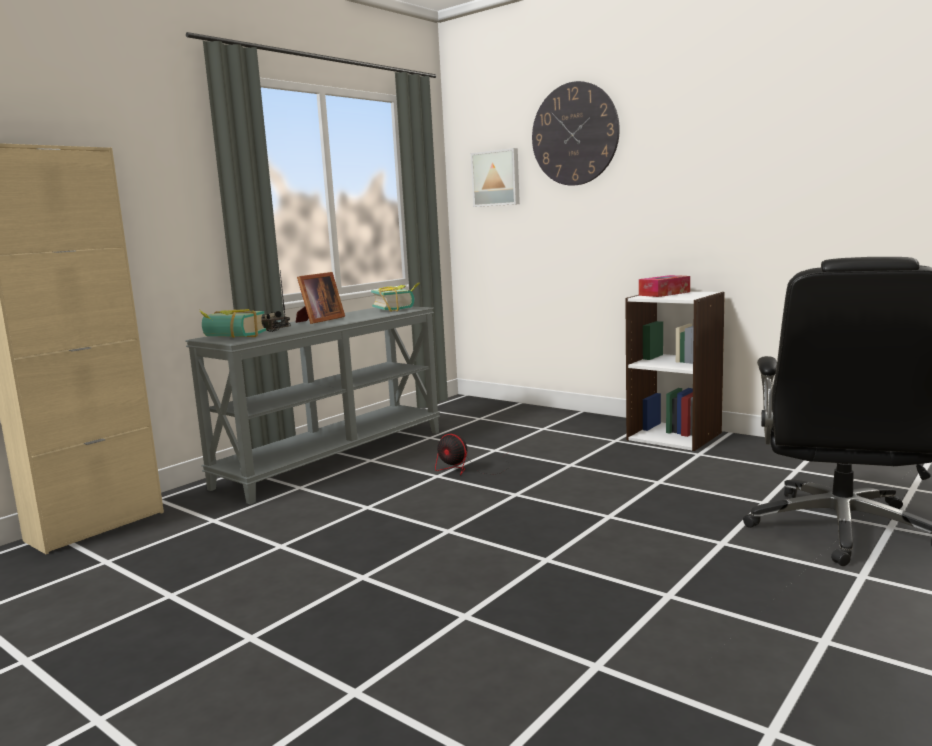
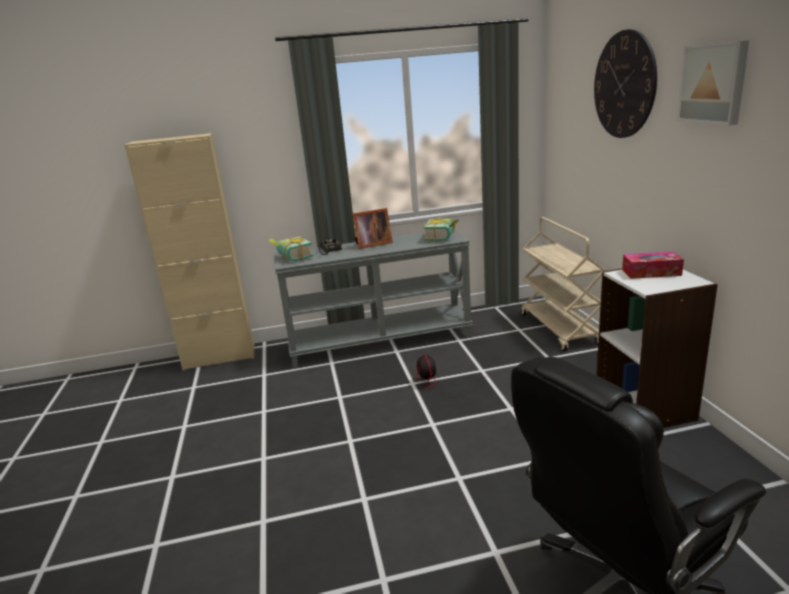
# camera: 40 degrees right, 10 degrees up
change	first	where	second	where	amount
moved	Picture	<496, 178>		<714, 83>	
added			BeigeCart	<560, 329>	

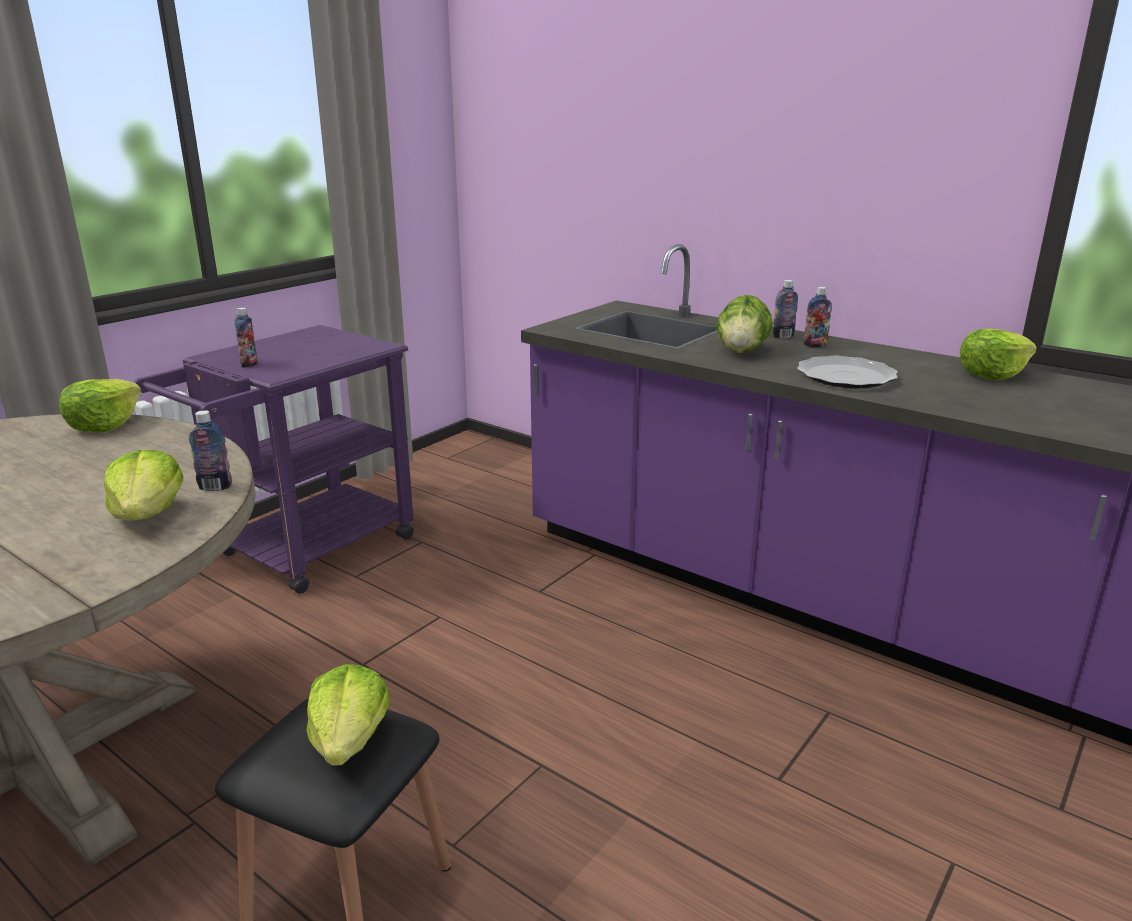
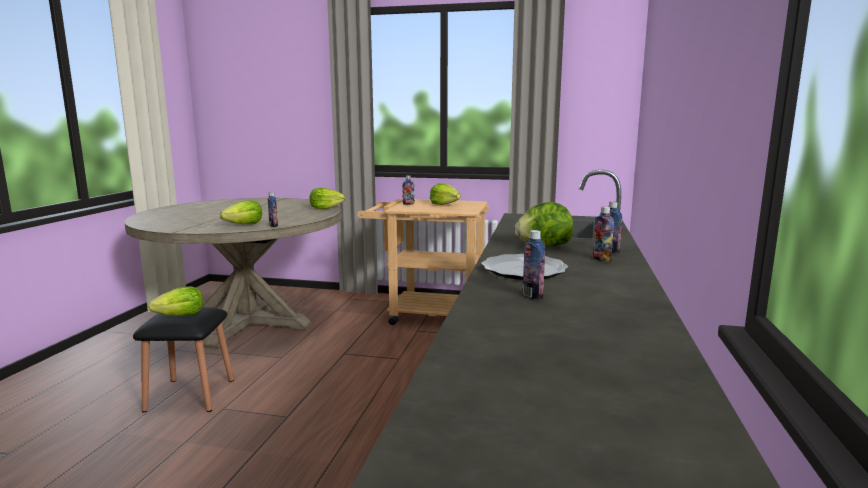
# camera: 65 degrees right, 10 degrees down
change	first	where	second	where	amount
recoloured	PurpleCart	<304, 552>	BeigeCart	<427, 315>	
moved	Lettuce	<992, 374>		<444, 204>	
added			Bottle	<532, 295>	

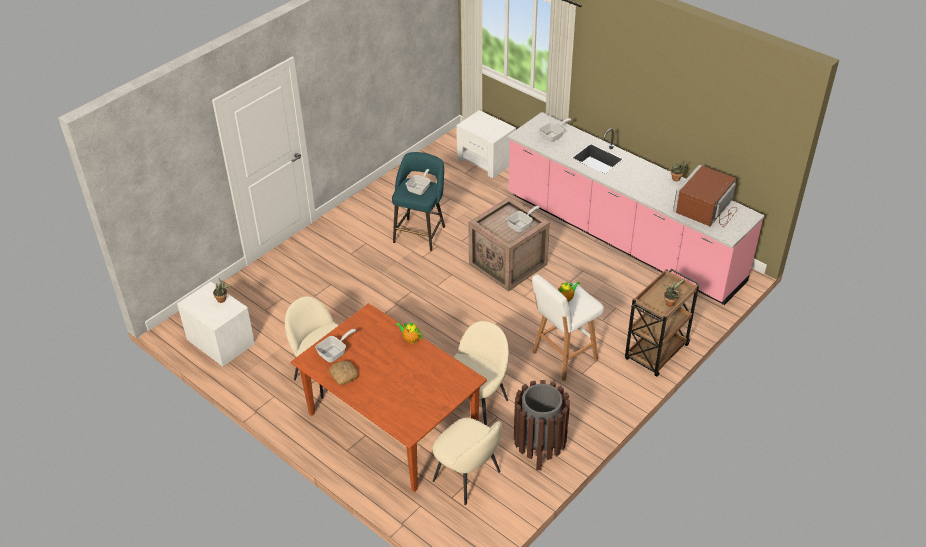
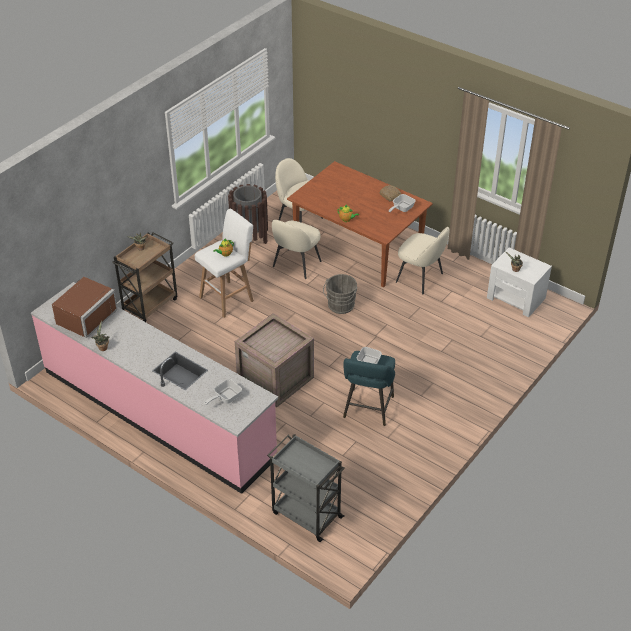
# camera: 175 degrees right, 0 degrees up
change	first	where	second	where	amount
replaced	WhiteNightstand	<486, 161>	GreyCart	<306, 514>	
removed	FryingPan	<522, 225>			
added			GreyBucket	<340, 306>	

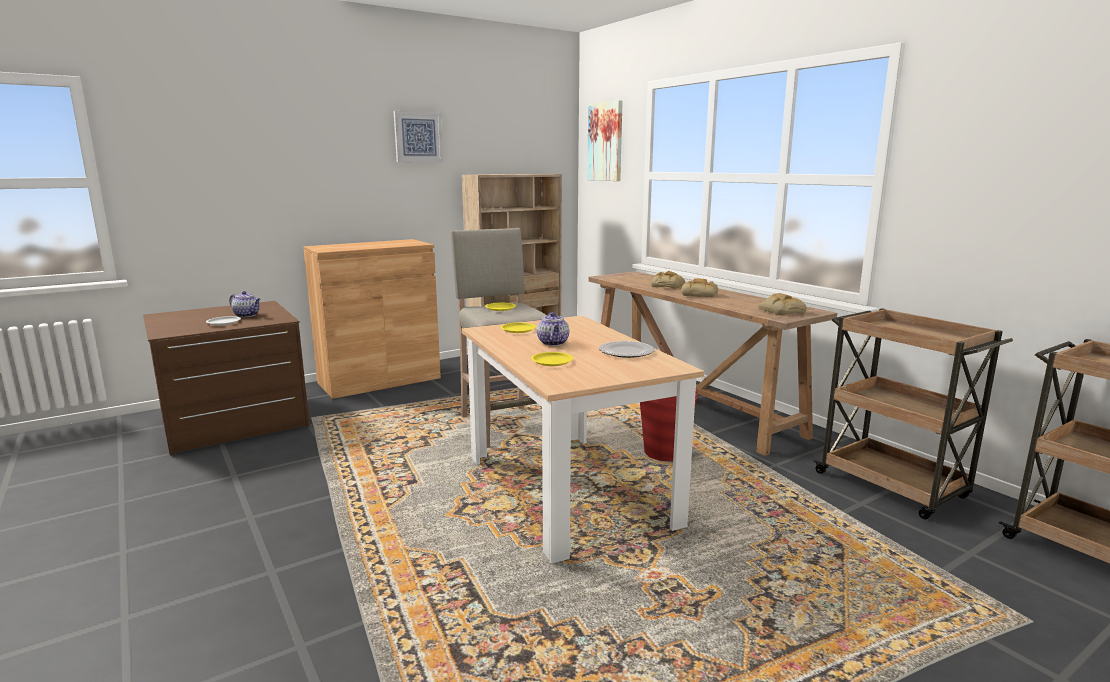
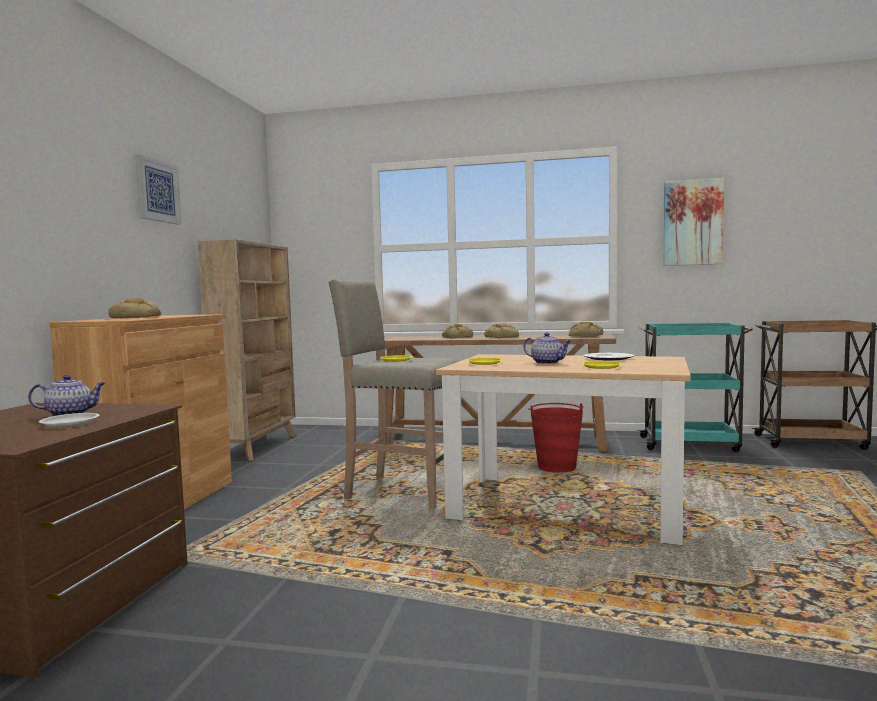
# camera: 45 degrees left, 10 degrees down
change	first	where	second	where	amount
moved	Picture	<605, 142>		<692, 222>	
recoloured	BrownCart	<893, 486>	TurquoiseCart	<690, 444>	
added			Bread	<137, 317>	

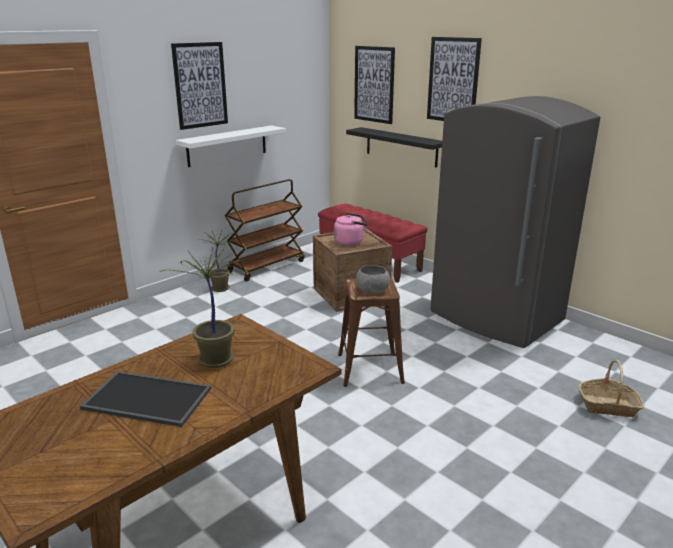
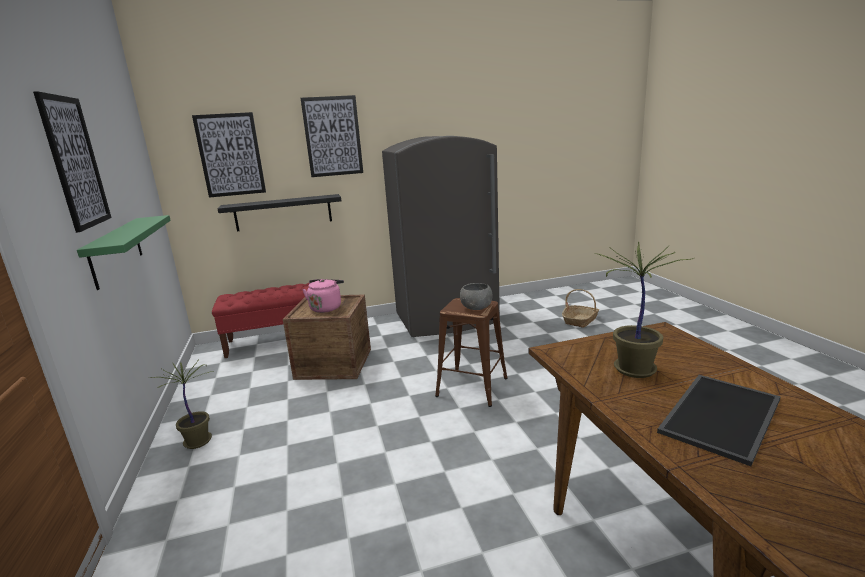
# camera: 60 degrees left, 5 degrees down
change	first	where	second	where	amount
recoloured	WhiteShelf	<227, 145>	GreenShelf	<116, 251>	
removed	BrownCart	<266, 266>			

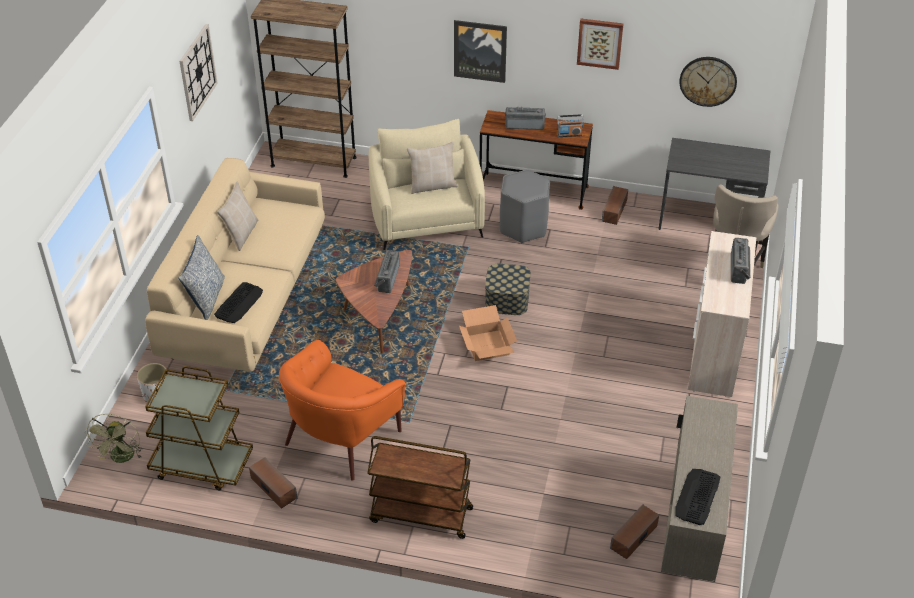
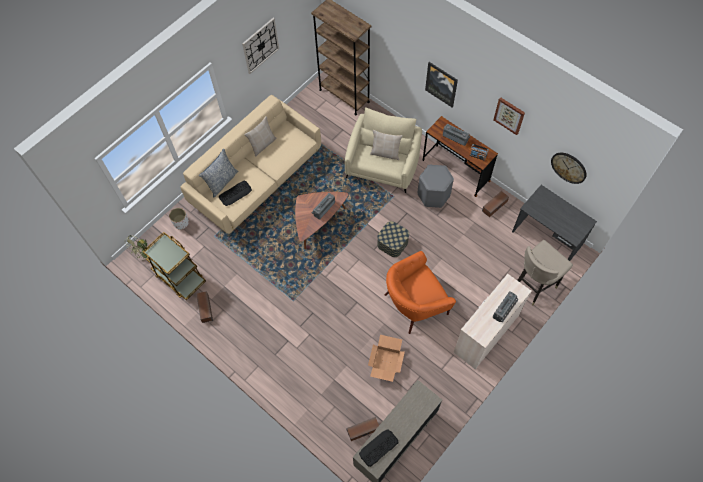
# camera: 30 degrees right, 20 degrees up
change	first	where	second	where	amount
moved	OrangeArmchair	<341, 437>		<415, 303>	
removed	BrownCart	<420, 515>			
moved	CardboardBox	<488, 345>		<386, 362>	

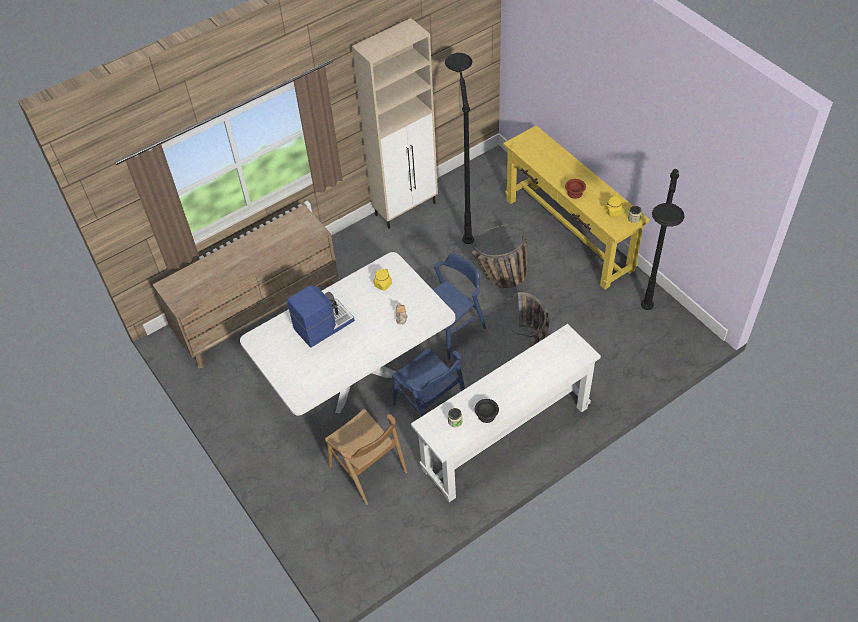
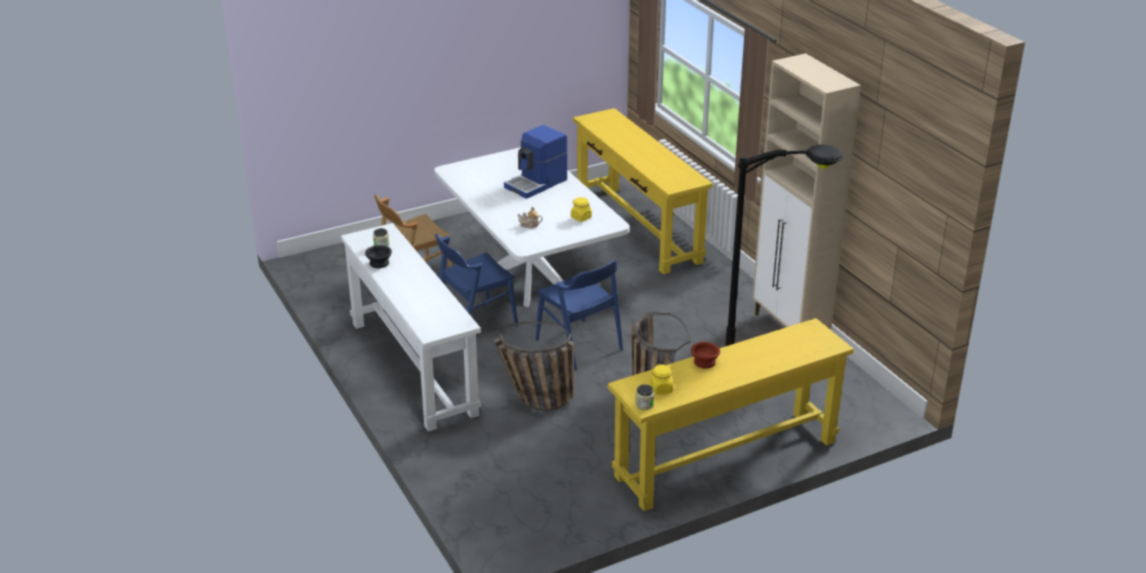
# camera: 95 degrees right, 20 degrees down
change	first	where	second	where	amount
replaced	BrownDresser	<259, 313>	YellowConsoleTable	<637, 228>	
turned	CoffeeMachine	<323, 324>		<537, 184>	75 degrees clockwise
removed	BlackFloorLamp	<641, 336>			

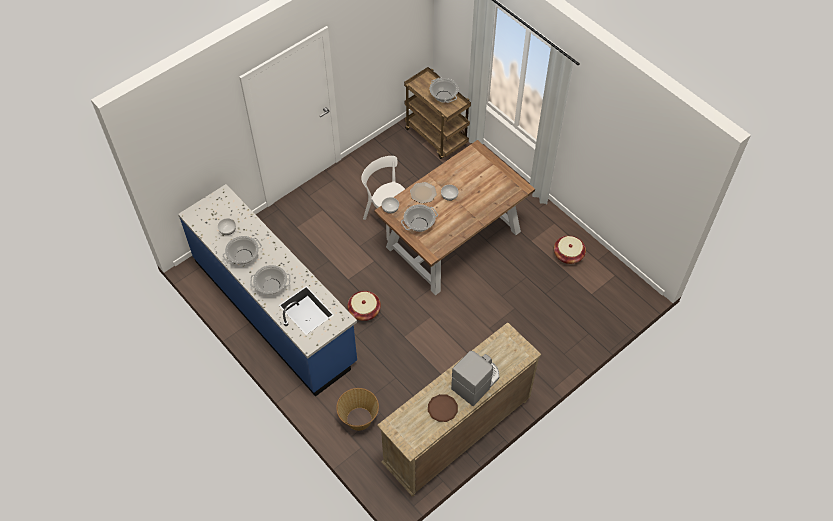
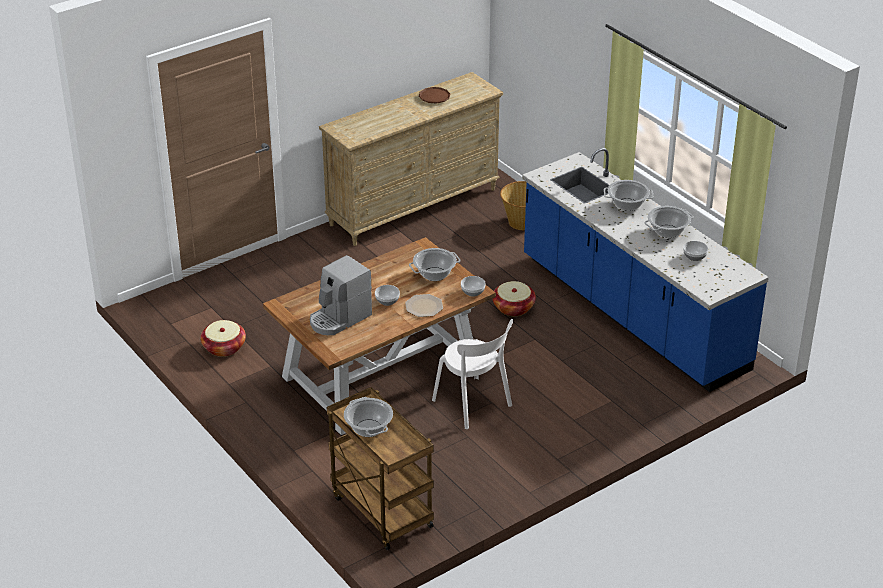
# camera: 175 degrees left, 20 degrees down
change	first	where	second	where	amount
moved	CoffeeMachine	<476, 382>		<339, 319>	

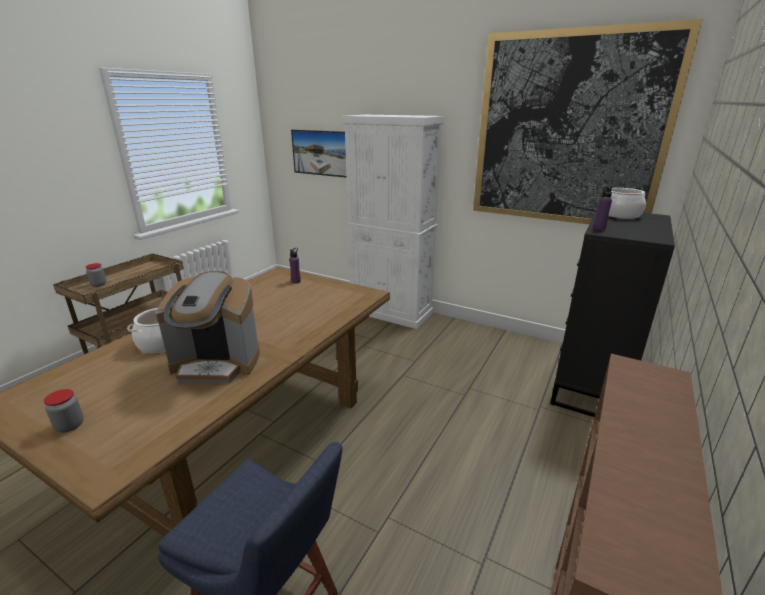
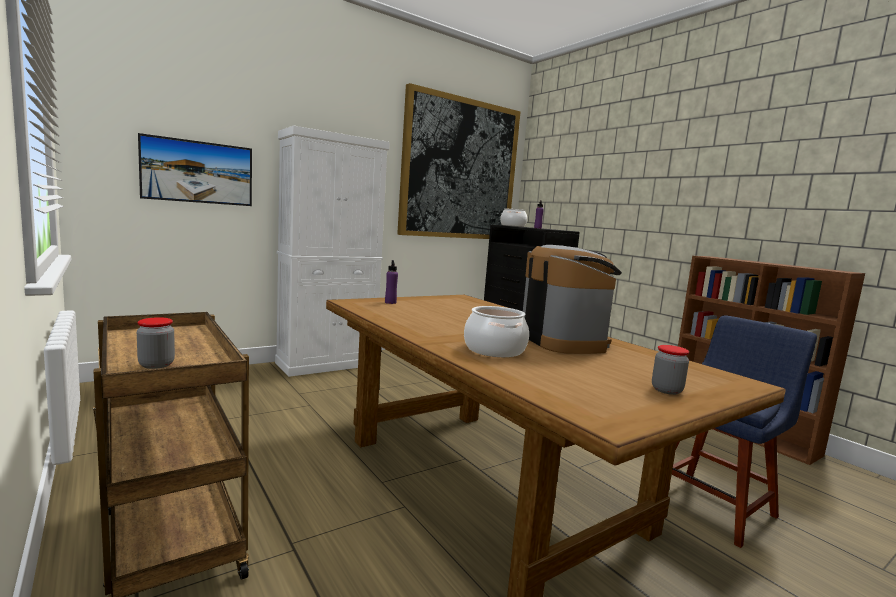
# camera: 65 degrees left, 15 degrees down
change	first	where	second	where	amount
turned	CoffeeMachine	<217, 364>		<563, 341>	45 degrees counterclockwise

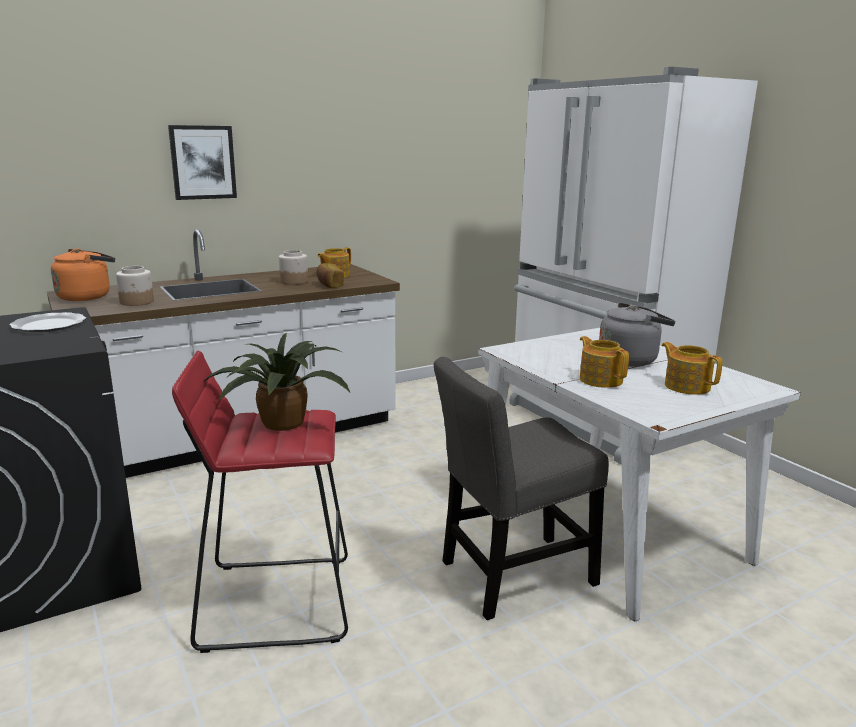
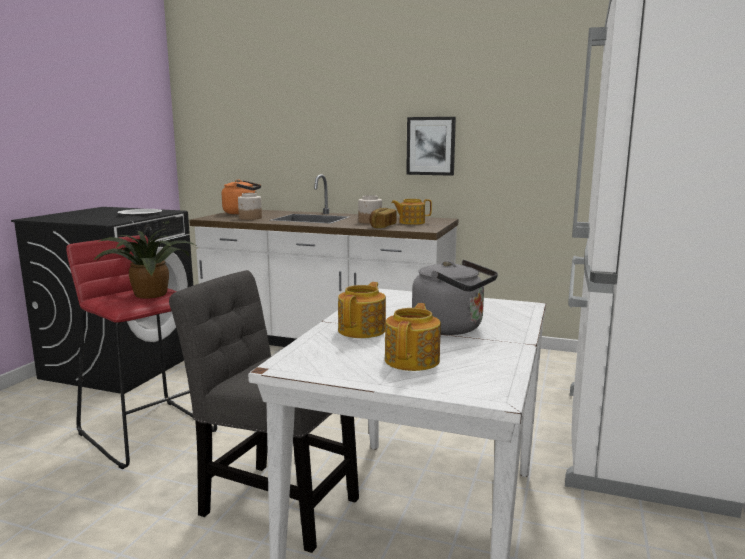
# camera: 50 degrees right, 5 degrees down
change	first	where	second	where	amount
moved	Picture	<203, 162>		<431, 146>	

